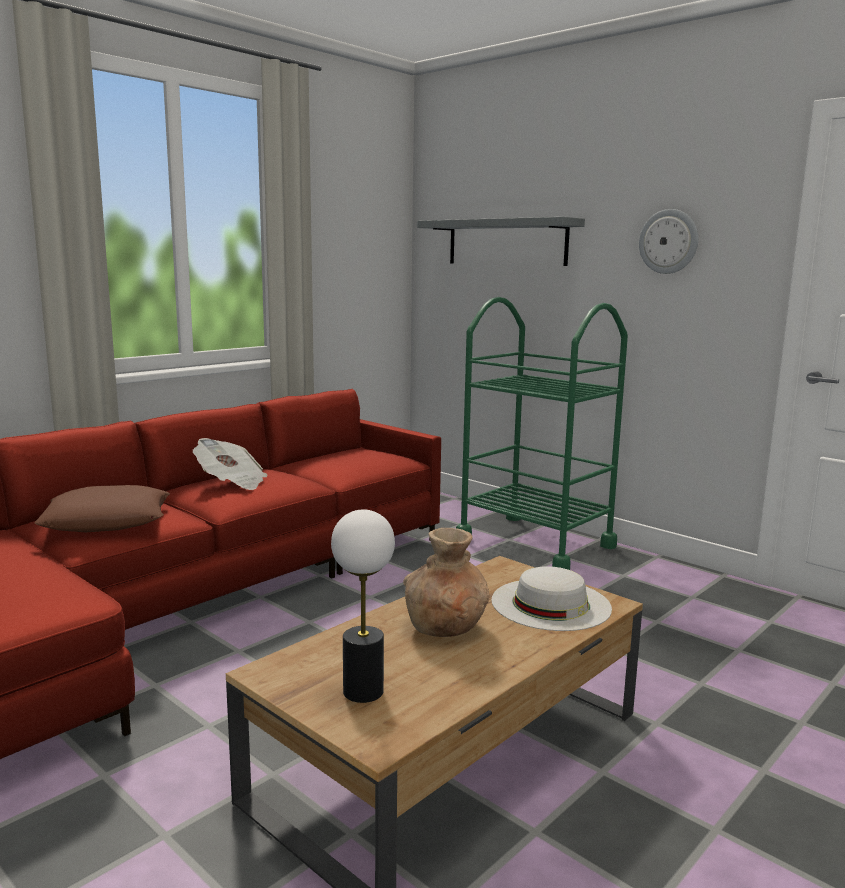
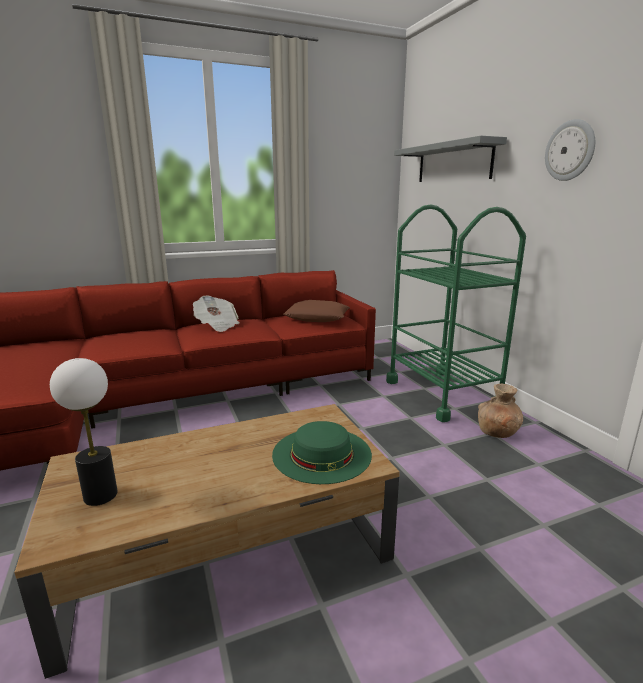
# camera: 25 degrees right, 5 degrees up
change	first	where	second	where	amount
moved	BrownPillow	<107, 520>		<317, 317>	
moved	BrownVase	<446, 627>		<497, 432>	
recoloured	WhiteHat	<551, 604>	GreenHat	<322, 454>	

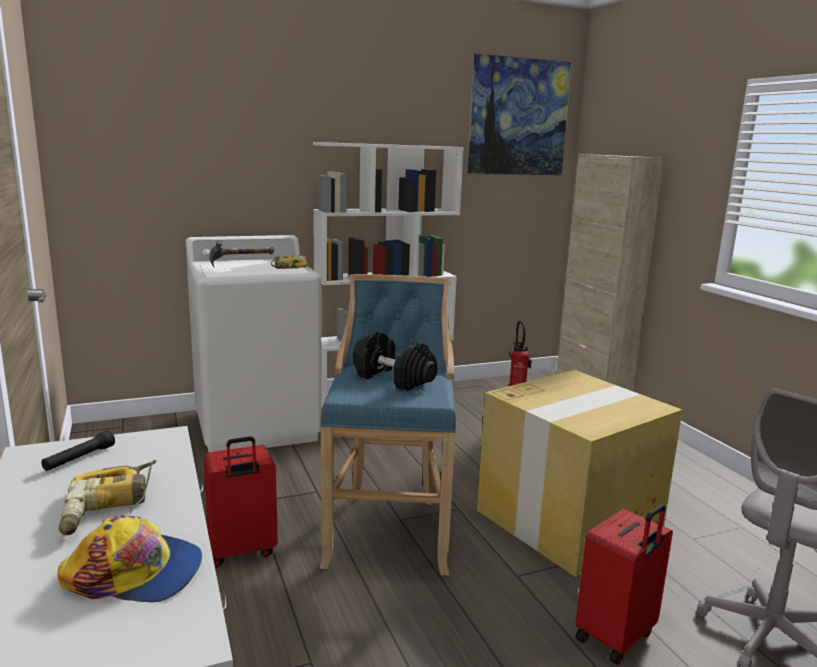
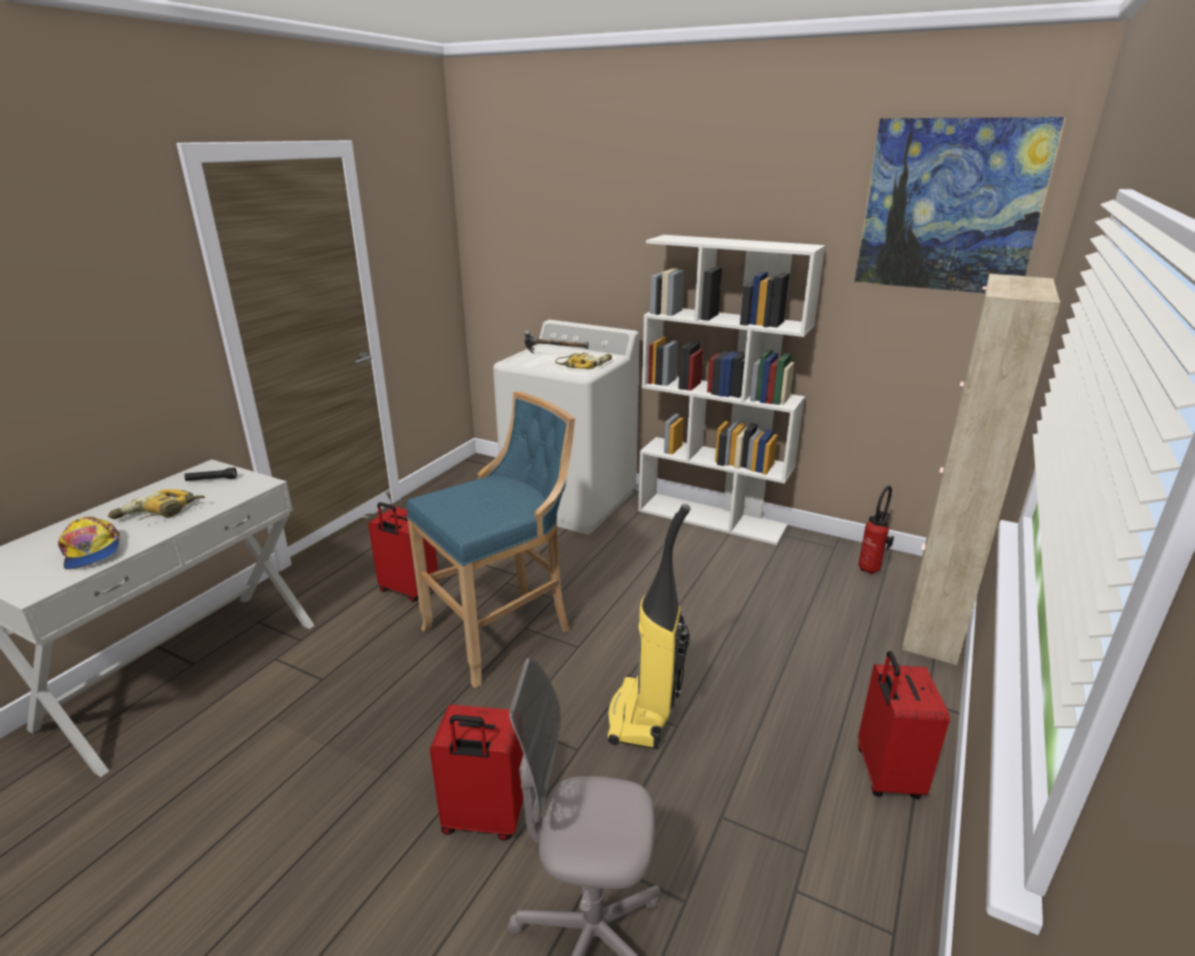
# camera: 50 degrees right, 10 degrees up
change	first	where	second	where	amount
removed	BlackDumbbell	<394, 379>			
replaced	CardboardBox	<569, 520>	VacuumCleaner	<643, 716>	
added			RedSuitcase	<885, 774>	

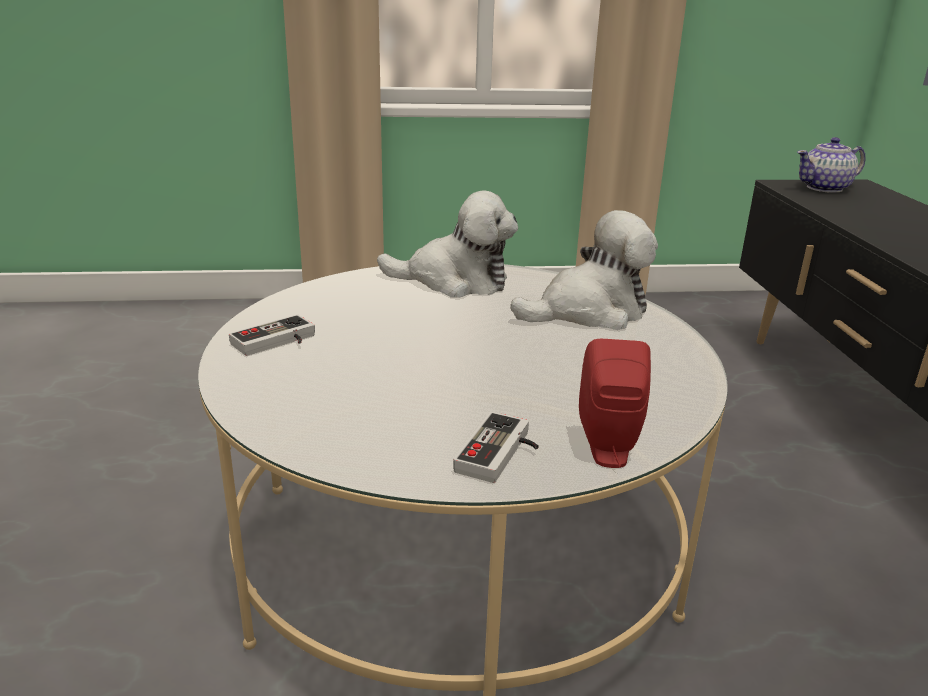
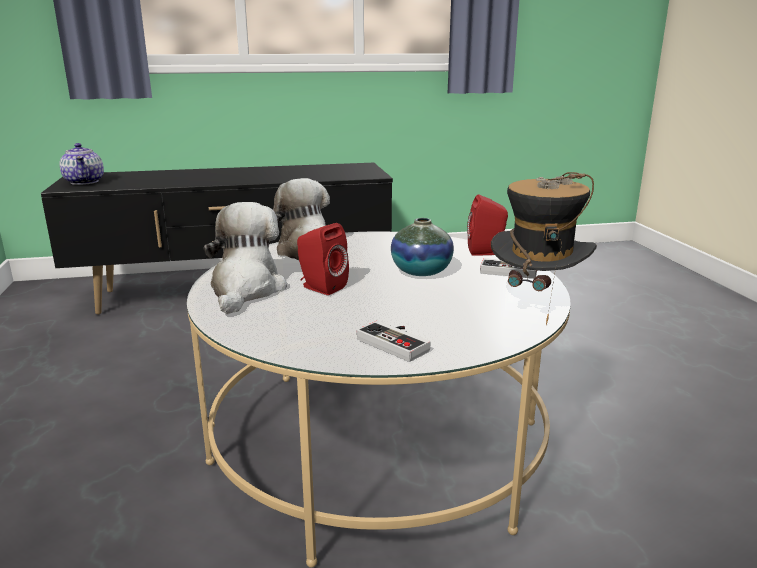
# camera: 95 degrees left, 5 degrees down
change	first	where	second	where	amount
added			RedSpeaker	<320, 287>	
added			Vase	<421, 271>	
added			Hat	<537, 303>	

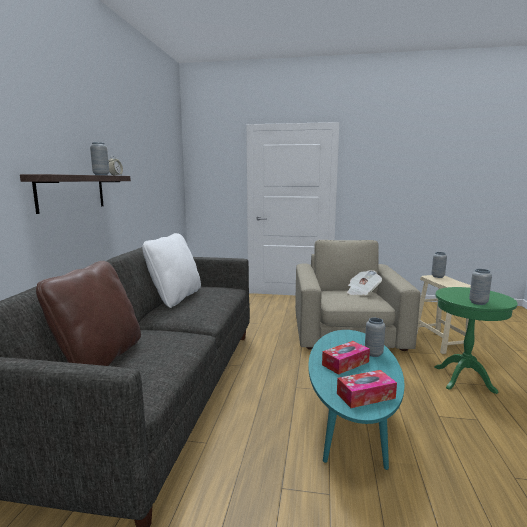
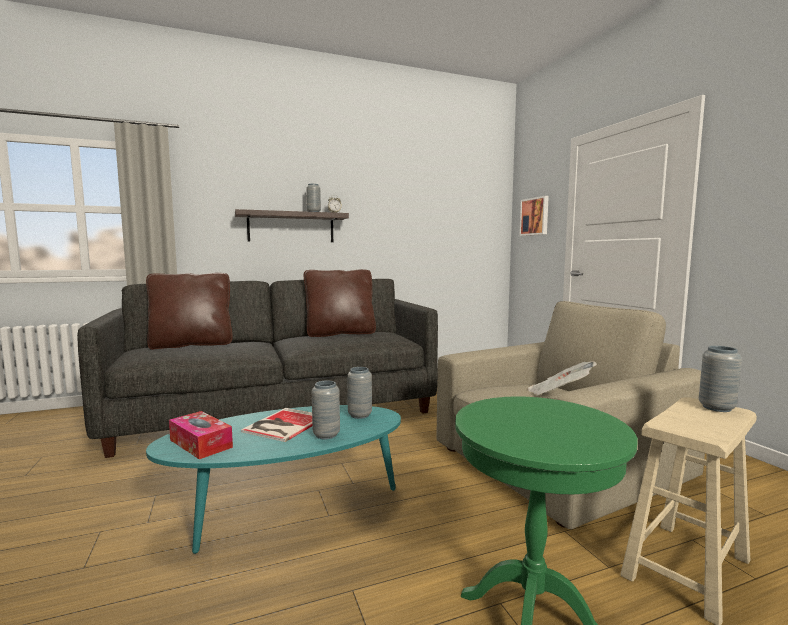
# camera: 60 degrees right, 5 degrees down
change	first	where	second	where	amount
recoloured	WhitePillow	<175, 298>	BrownPillow	<340, 333>	
replaced	TissueBox	<345, 363>	Book	<283, 425>	
moved	GreyVase	<478, 302>		<359, 415>	
added			Picture	<535, 216>	

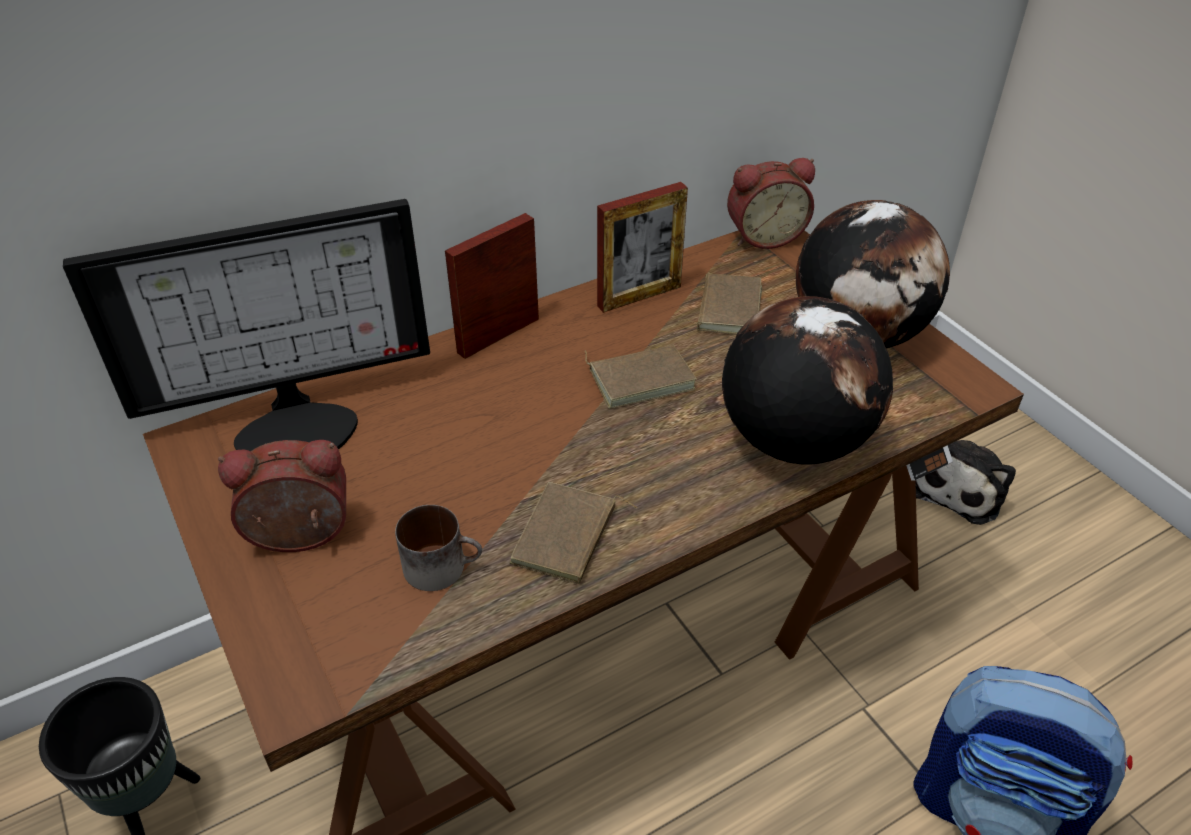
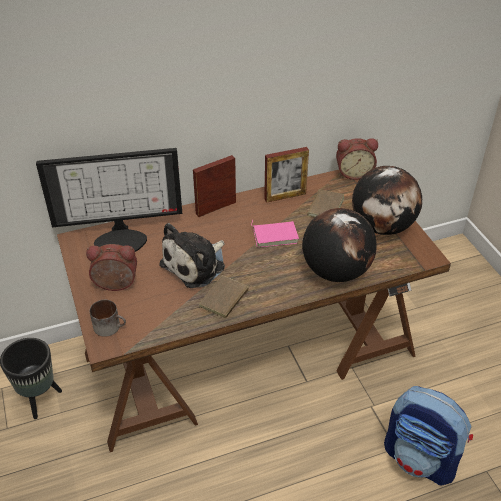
# camera: 10 degrees right, 0 degrees up
change	first	where	second	where	amount
moved	Mug	<443, 565>		<110, 326>	
recoloured	BrownBook	<641, 378>	PinkBook	<275, 235>	
moved	PlushToy	<958, 487>		<196, 265>	

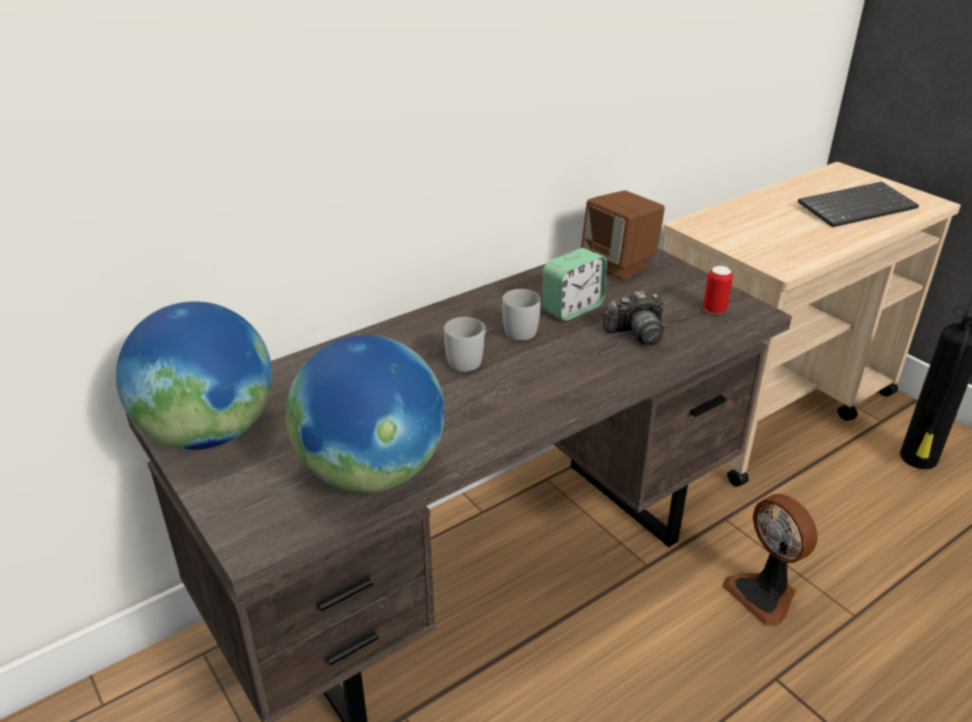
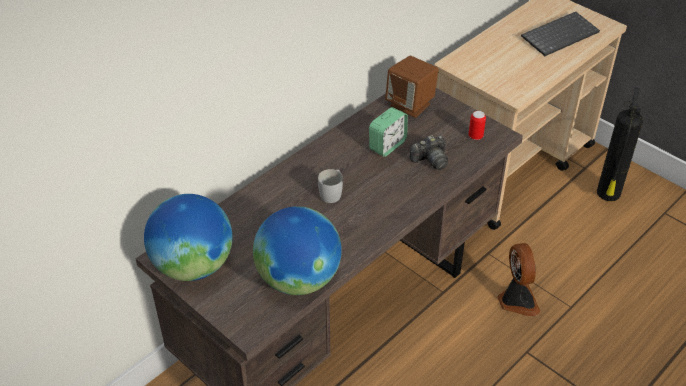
# camera: 10 degrees left, 10 degrees up
change	first	where	second	where	amount
removed	WhiteMug	<517, 329>			
turned	Fan	<764, 594>		<516, 300>	150 degrees counterclockwise

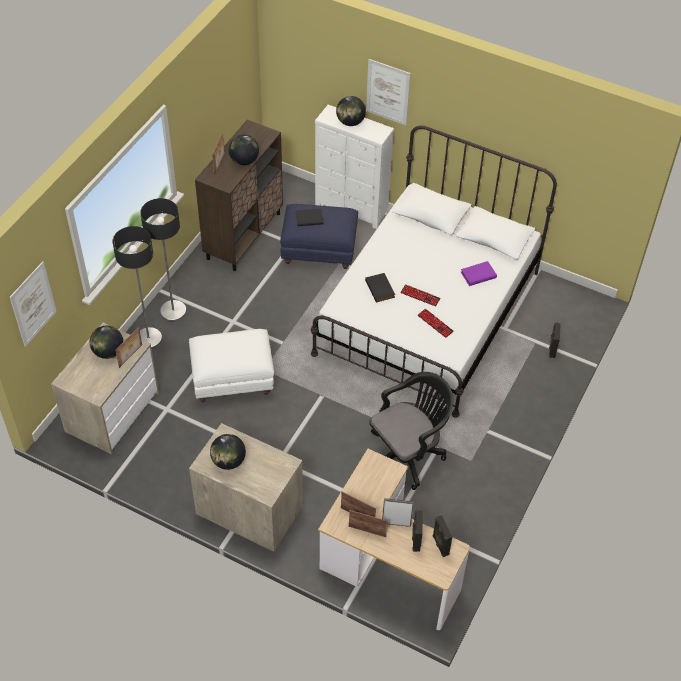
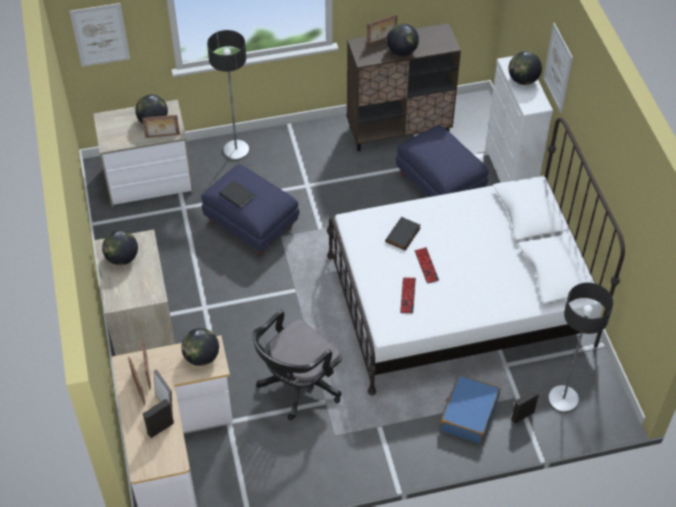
# camera: 50 degrees right, 0 degrees up
change	first	where	second	where	amount
moved	FloorLamp	<173, 311>		<563, 399>	
recoloured	WhiteOttoman	<233, 379>	BlueOttoman	<252, 225>	
moved	BlackBook	<309, 217>		<237, 194>	
turned	BlackOfficeChair	<408, 453>		<297, 386>	120 degrees clockwise
removed	BlackSpeaker	<440, 545>			
removed	PurpleBook	<478, 274>			
added			Globe	<201, 357>	
added			BlueSuitcase	<468, 414>	

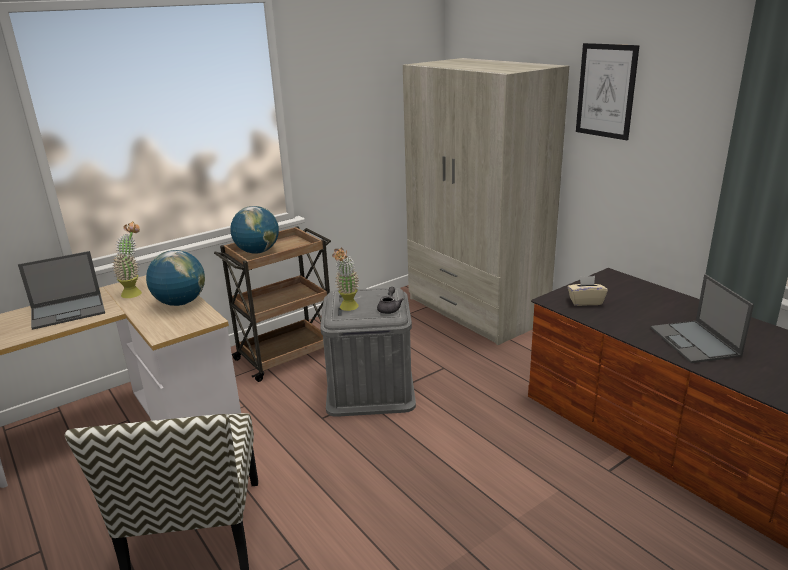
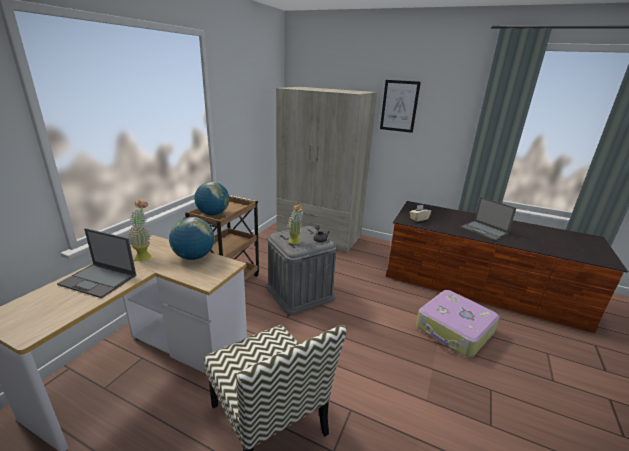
# camera: 30 degrees left, 0 degrees up
change	first	where	second	where	amount
turned	Laptop	<69, 311>		<99, 280>	75 degrees clockwise
added			Suitcase	<454, 330>	

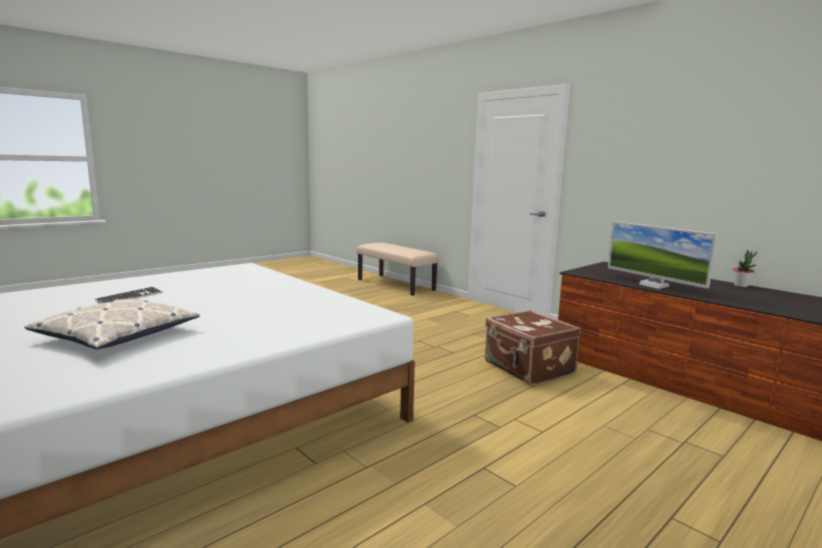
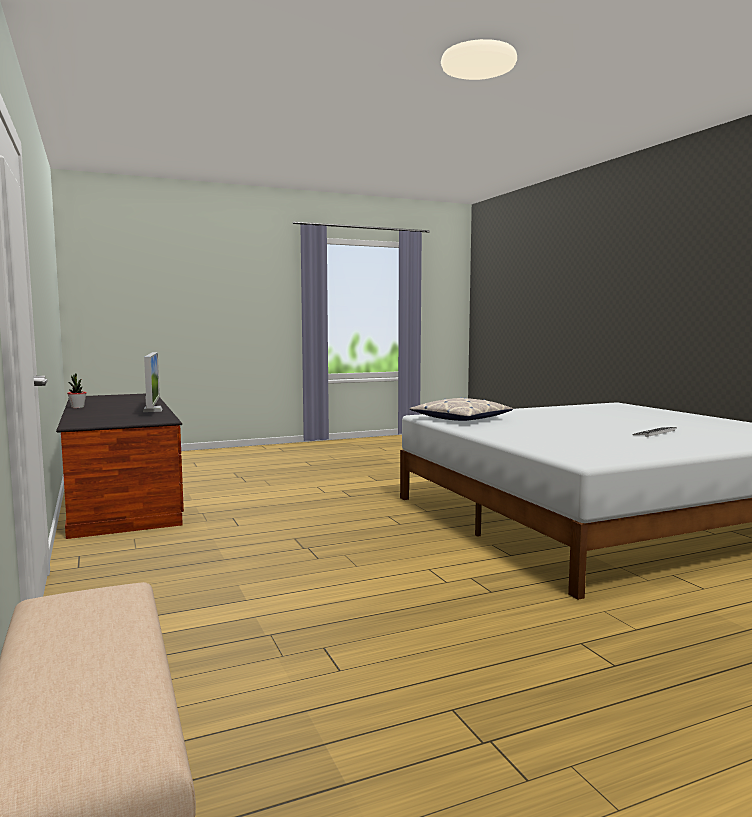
# camera: 160 degrees left, 5 degrees down
change	first	where	second	where	amount
moved	Pillow	<117, 335>		<461, 418>	
removed	BrownSuitcase	<528, 369>			

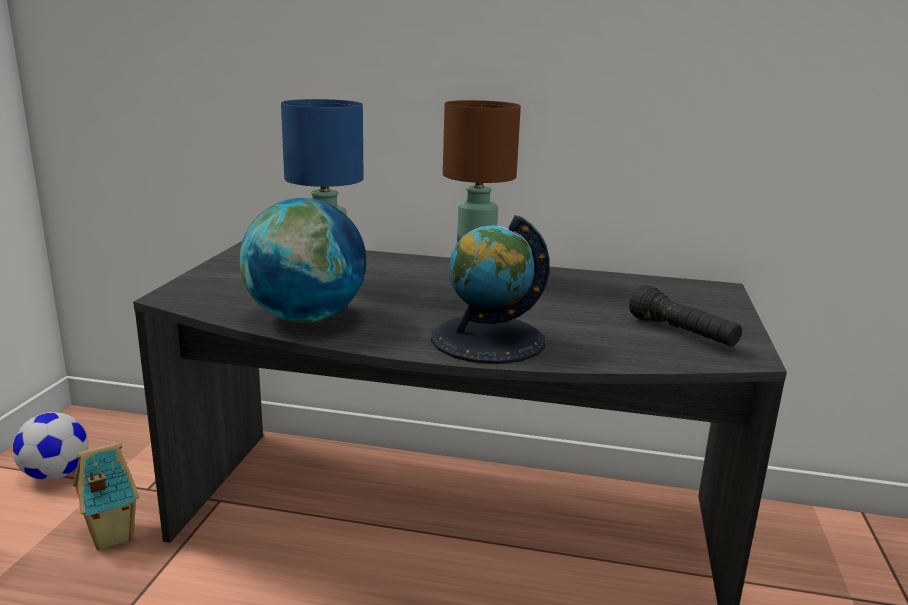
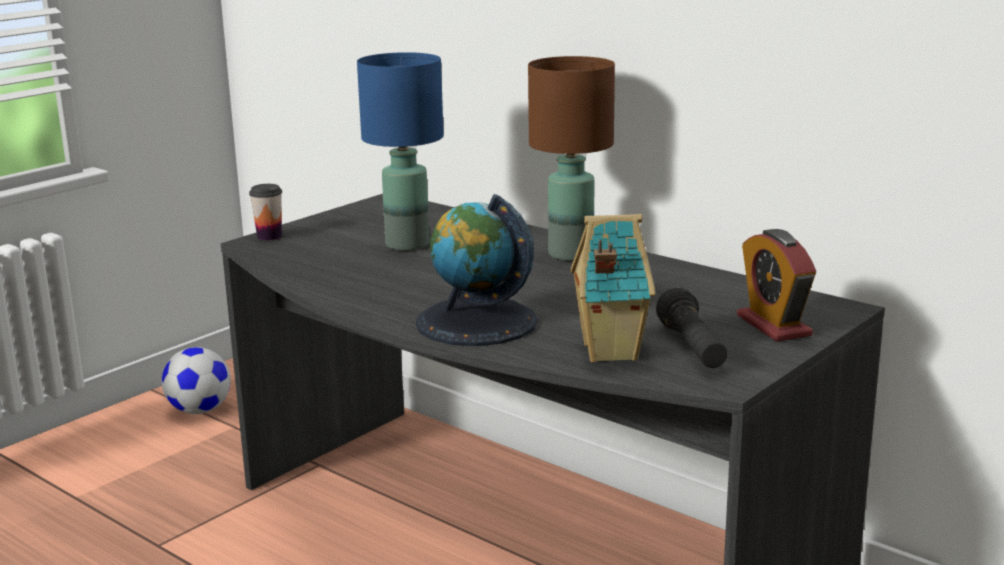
# camera: 30 degrees right, 0 degrees up
change	first	where	second	where	amount
moved	ToyHouse	<110, 536>		<608, 352>	
removed	Globe	<306, 318>			
added			Cup	<269, 236>	
added			AlarmClock	<773, 325>	

